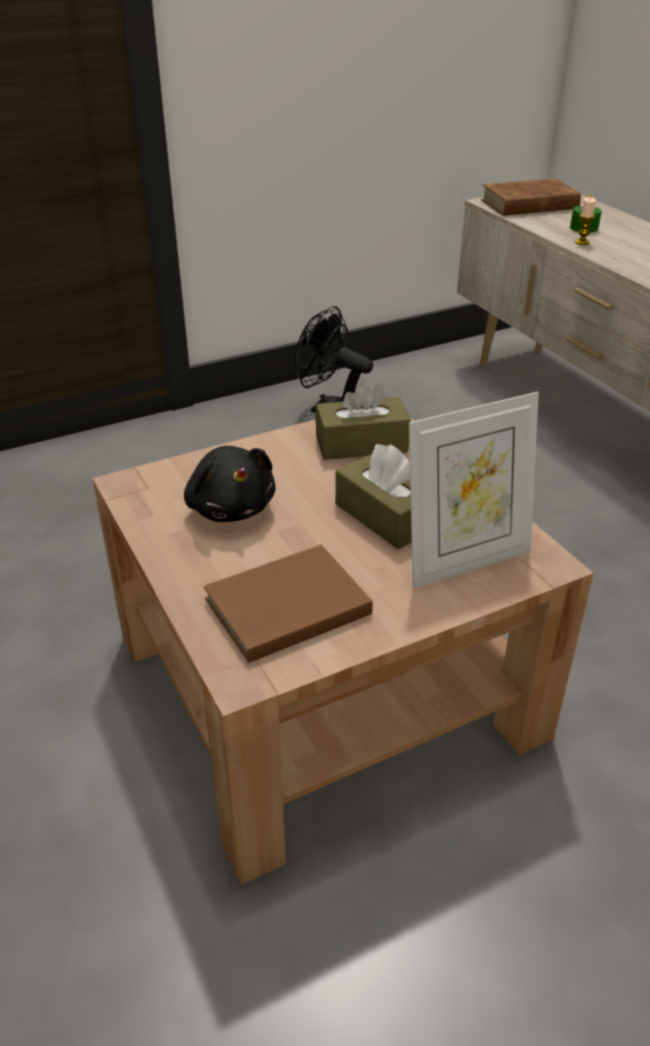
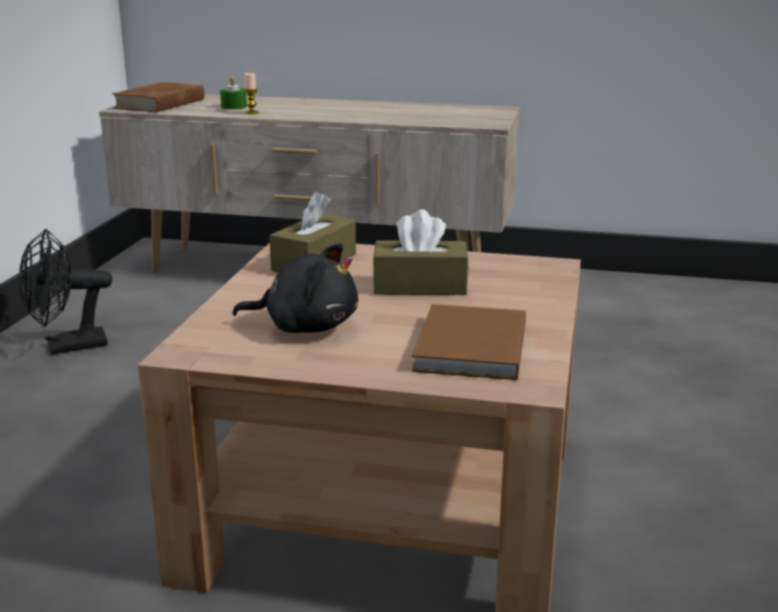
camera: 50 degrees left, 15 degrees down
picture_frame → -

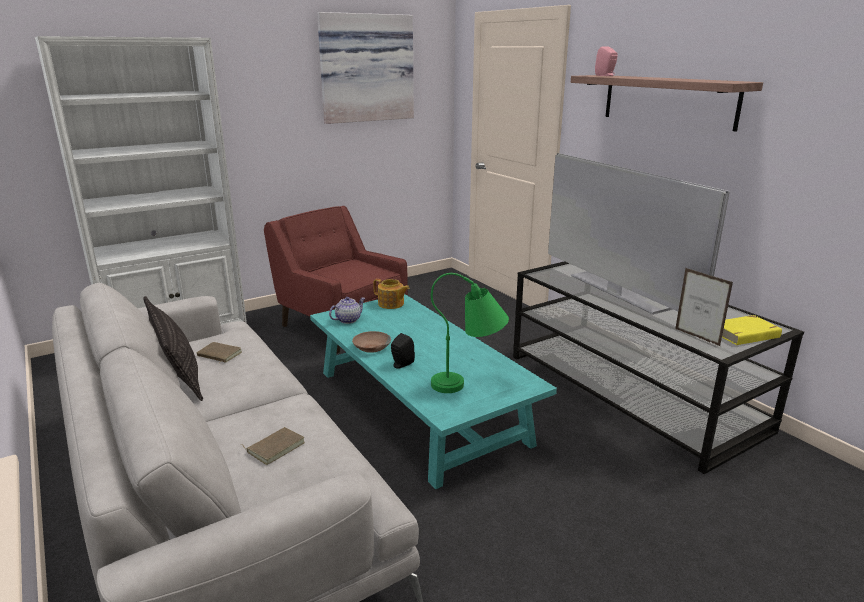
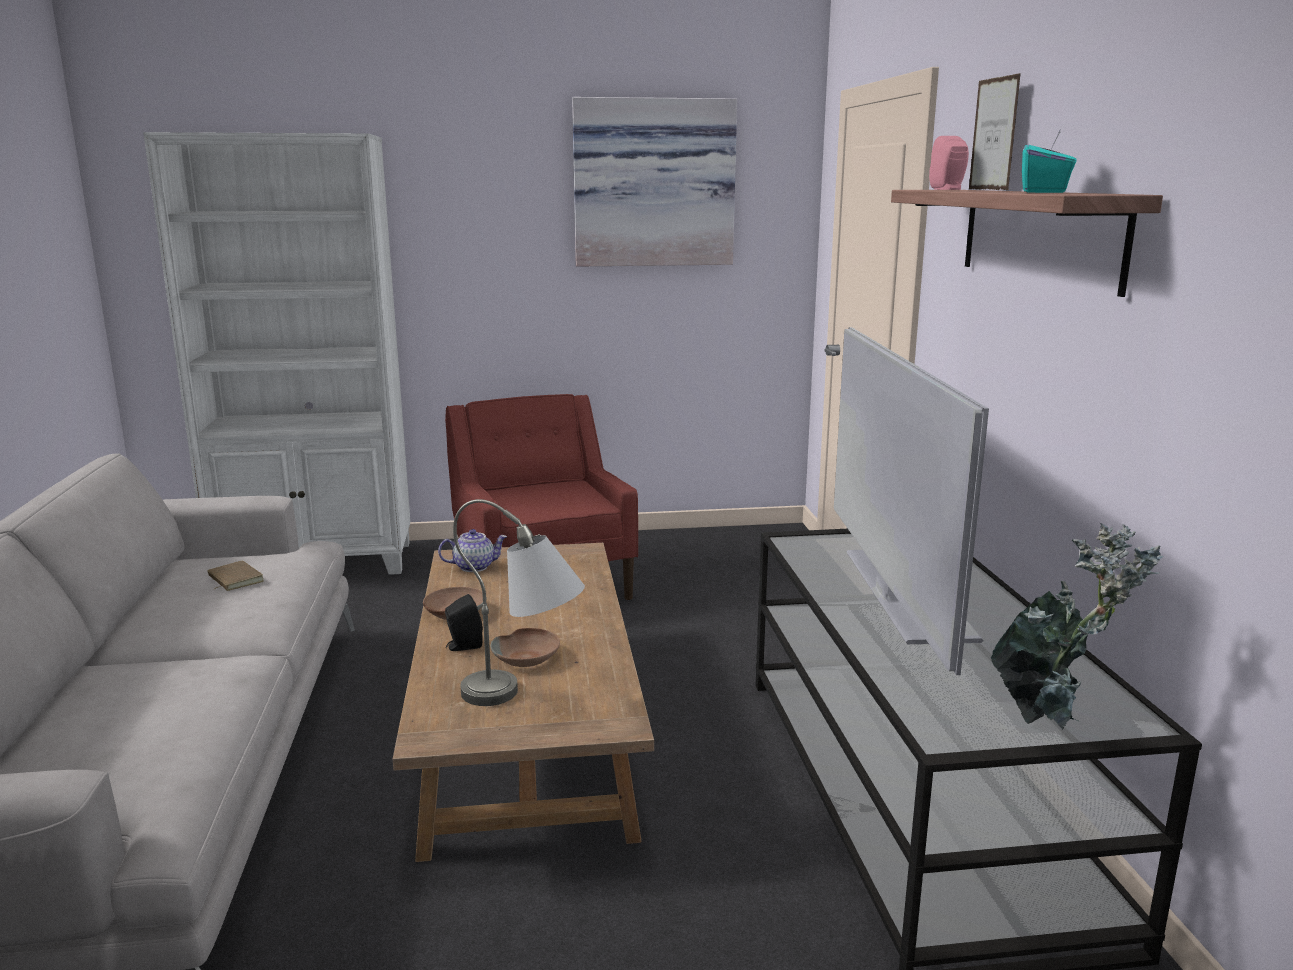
camera: 25 degrees right, 5 degrees down
pillow → -
brownish_book (no. 2 from left) → -
blue-green_coffee_table → brownish_coffee_table
pot_for_tea (no. 2 from left) → -
greenish_tabletop_lamp → gray_tabletop_lamp
picture_frame, relocated
yellow-coloured_book → plant_in_a_pot
- → brownish_bowl (no. 2 from left)
- → blue-green_tissue_holder

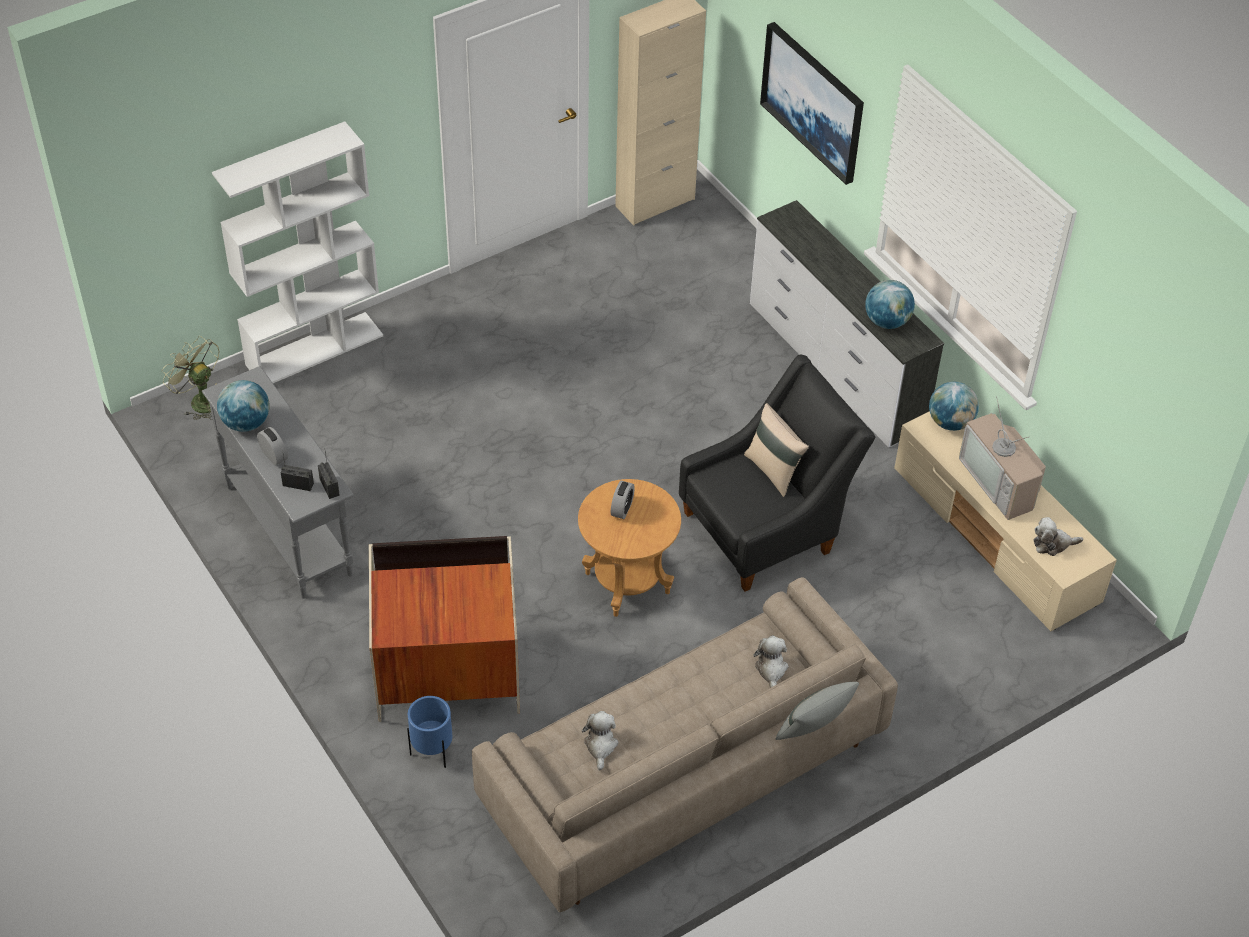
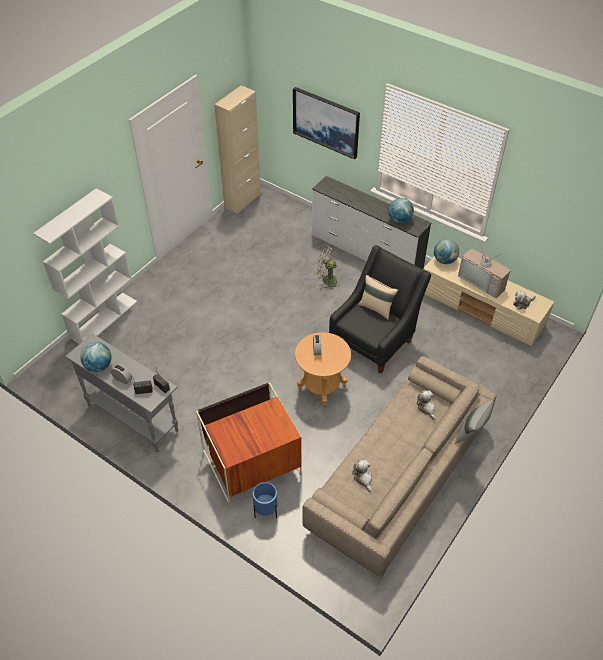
camera: 20 degrees left, 0 degrees up
greenish_electric_fan, relocated

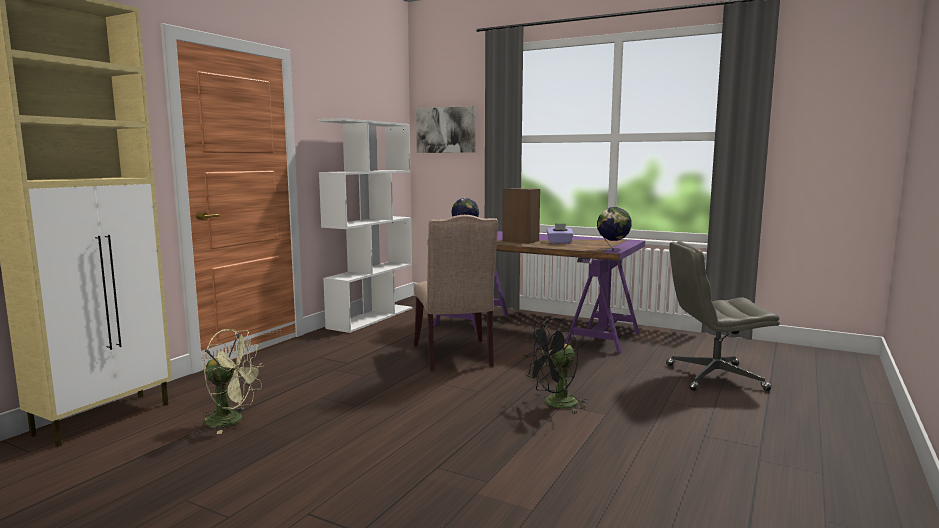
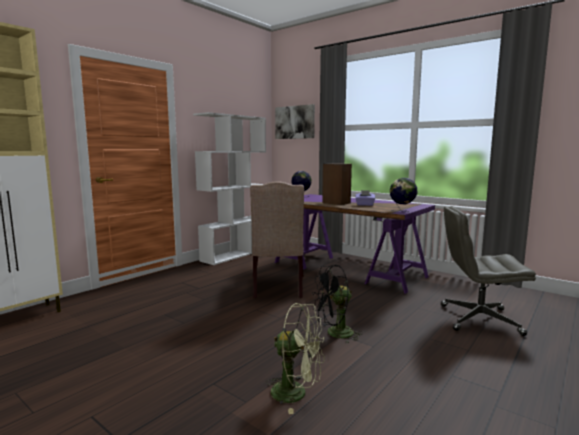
camera: 10 degrees right, 0 degrees up
greenish_electric_fan, relocated

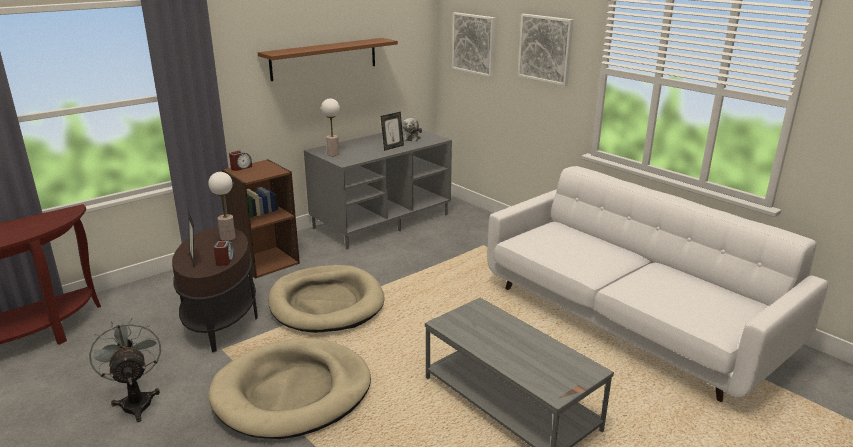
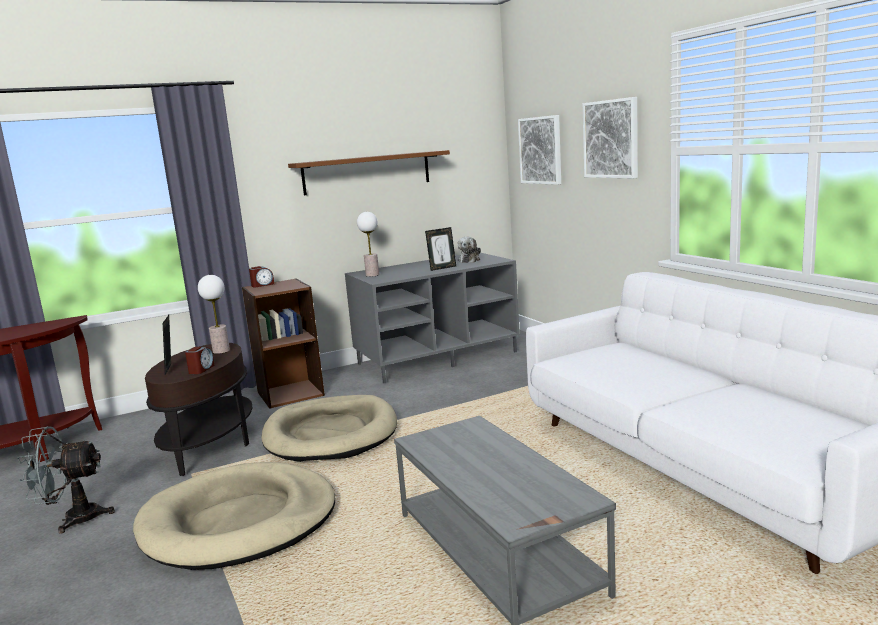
camera: 15 degrees right, 10 degrees down
gray_electric_fan, 90 degrees counterclockwise

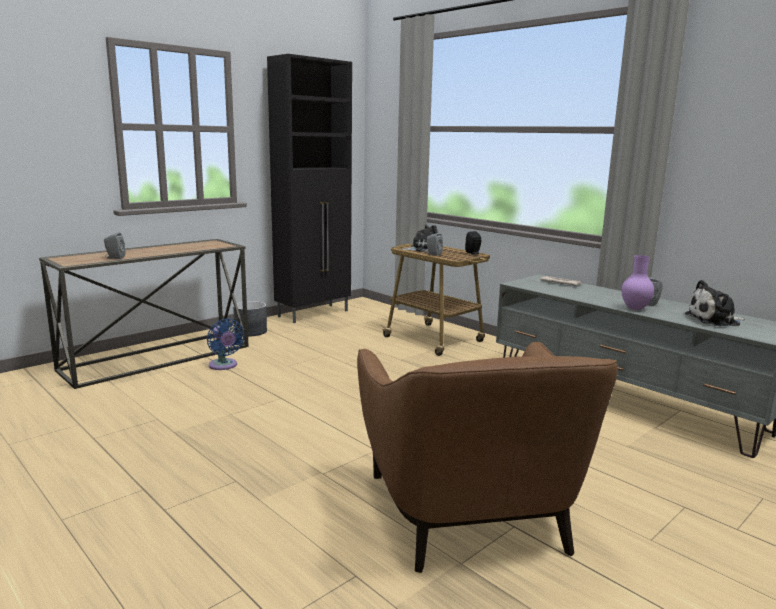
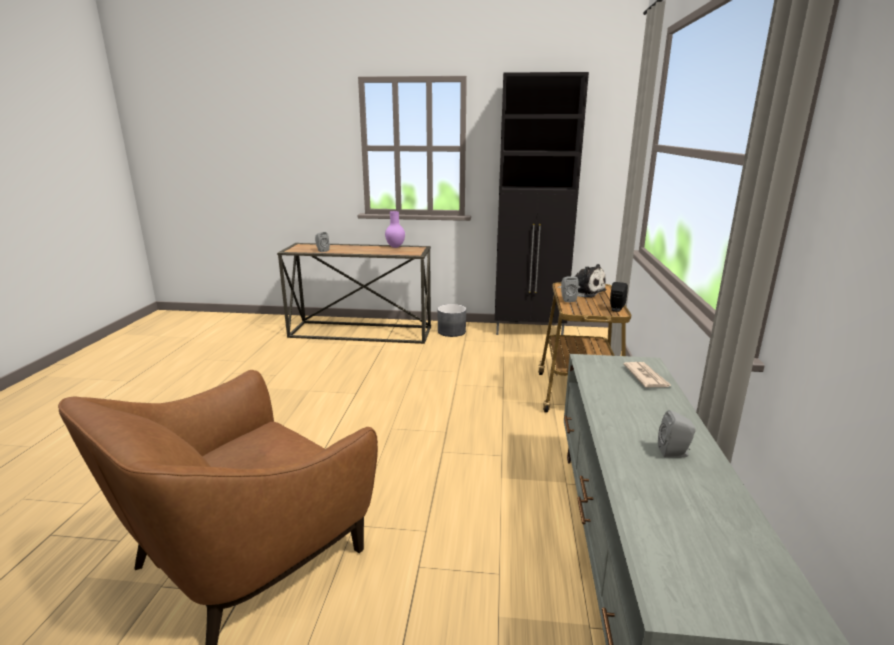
camera: 50 degrees right, 5 degrees up
bluish_electric_fan → -
purplish_flower_vase, relocated
plush_toy (no. 2 from left) → -

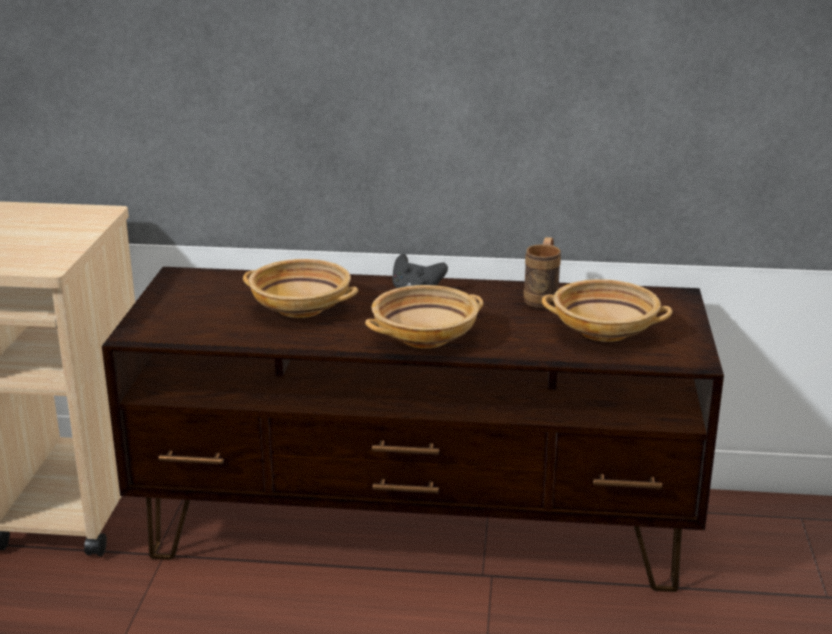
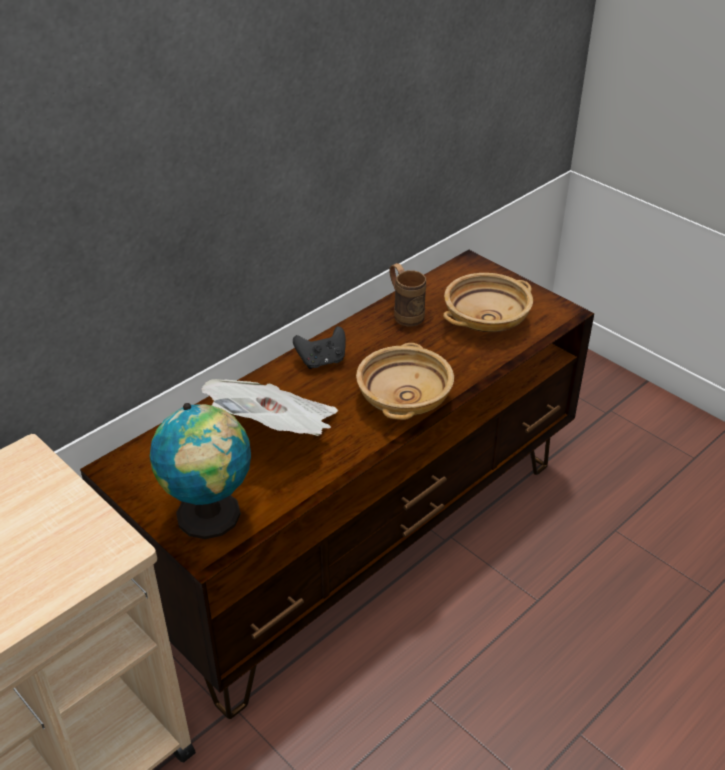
camera: 50 degrees left, 15 degrees up
beige-coloured_bowl (no. 1 from left) → newspaper
- → desk_globe

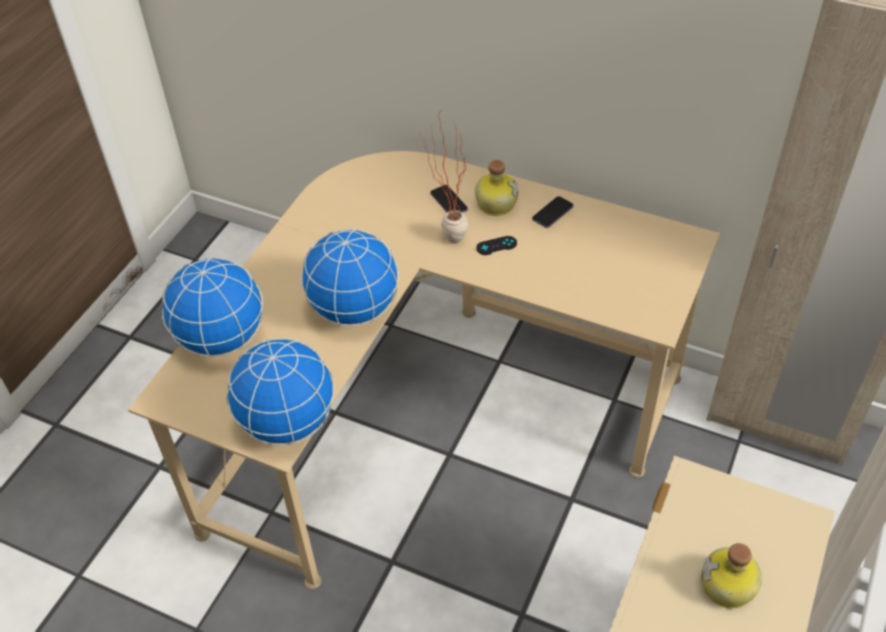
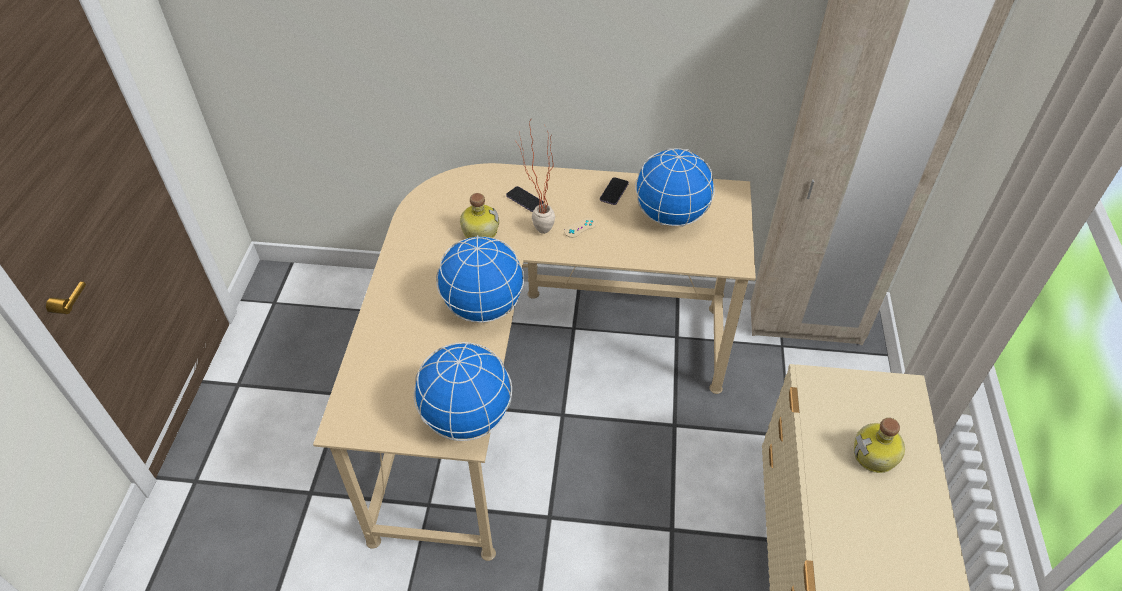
camera: 20 degrees left, 0 degrees up
desk_globe (no. 1 from left in the first image) → desk_globe (no. 3 from left), relocated
beverage_bottle (no. 1 from left), relocated
black_game_controller → beige-coloured_game_controller

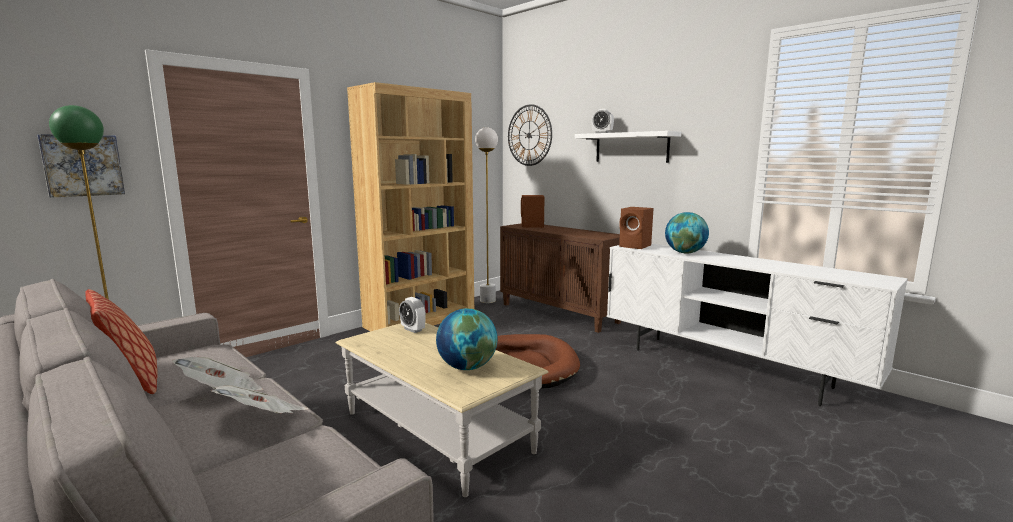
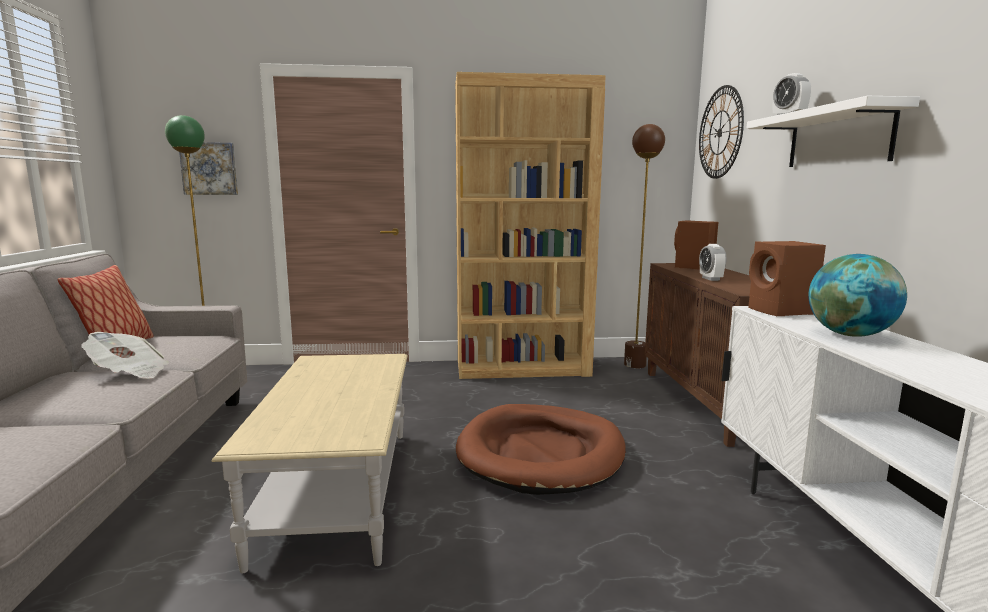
camera: 40 degrees right, 0 degrees up
newspaper (no. 2 from left) → -
alarm_clock (no. 1 from left), relocated
desk_globe (no. 1 from left) → -
white_floor_lamp → brownish_floor_lamp

